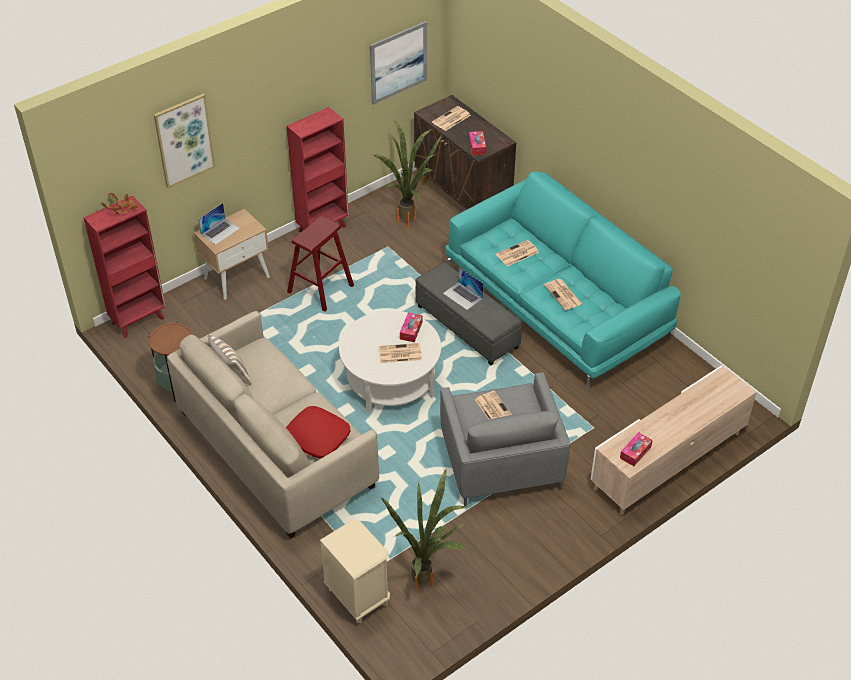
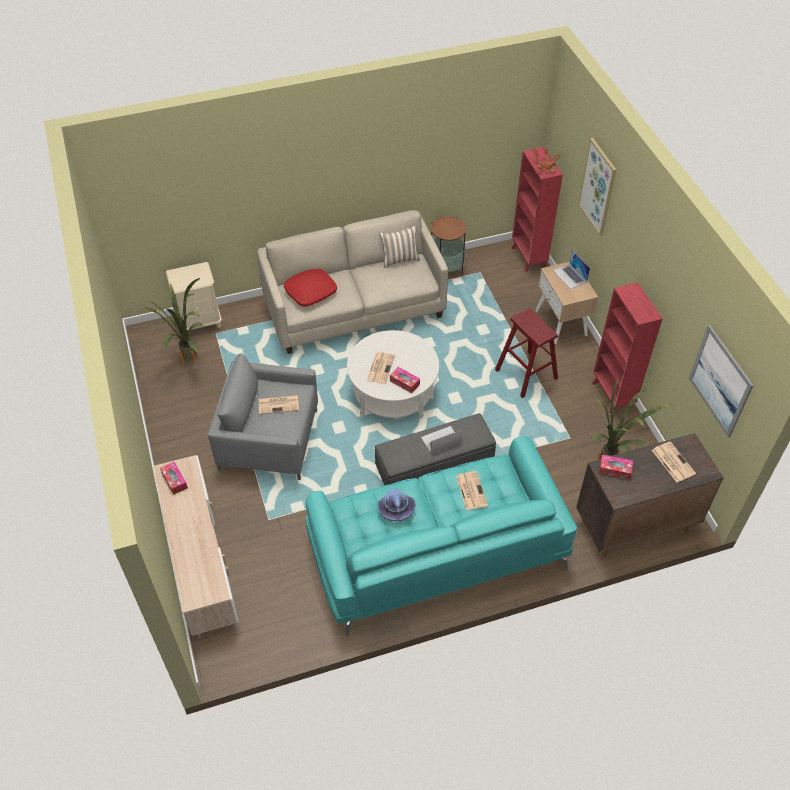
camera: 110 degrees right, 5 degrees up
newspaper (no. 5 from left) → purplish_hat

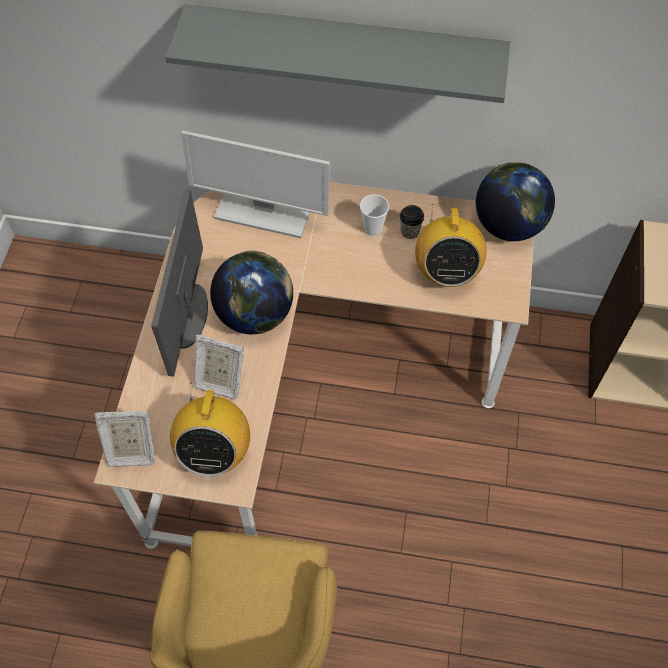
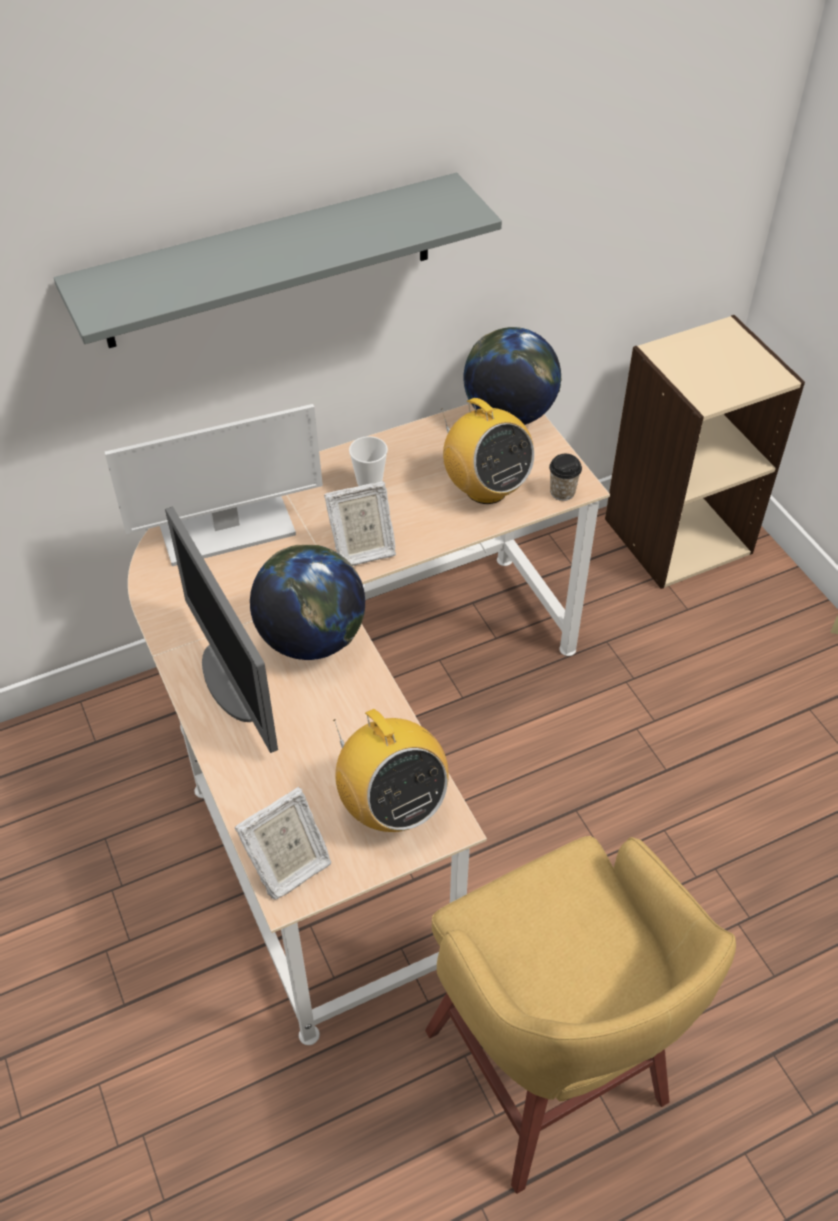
camera: 35 degrees left, 10 degrees down
picture_frame (no. 2 from left), relocated
drinking_cup (no. 2 from left), relocated

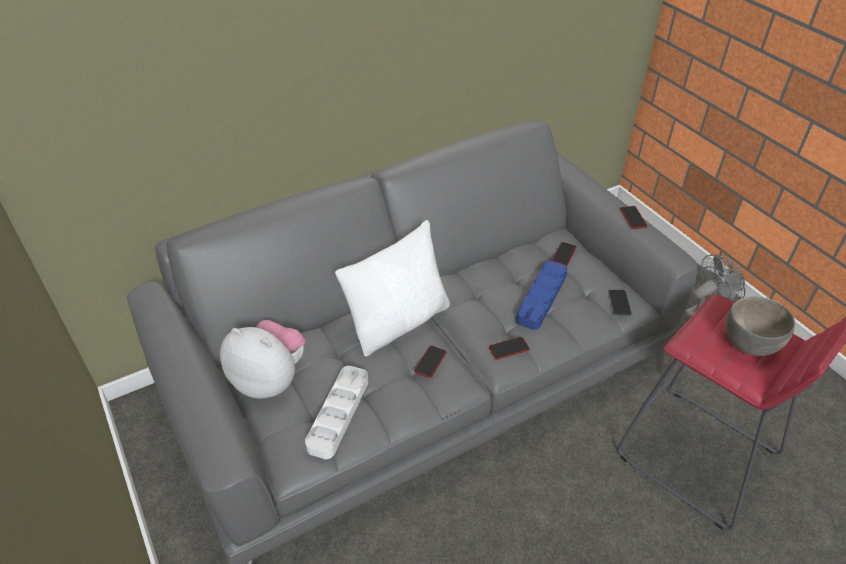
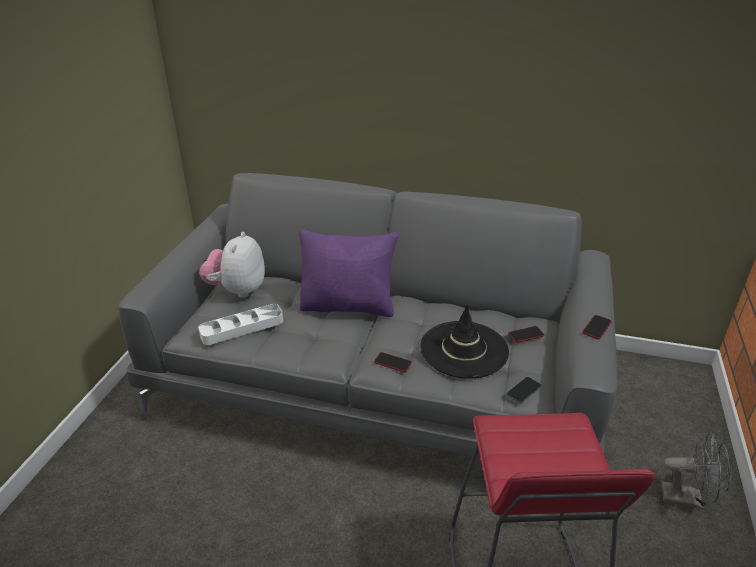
camera: 45 degrees right, 10 degrees down
plush_toy, 150 degrees counterclockwise
white_pillow → purplish_pillow
telephone (no. 1 from left) → -
bluish_serving_tray → black_hat
gray_bowl → -

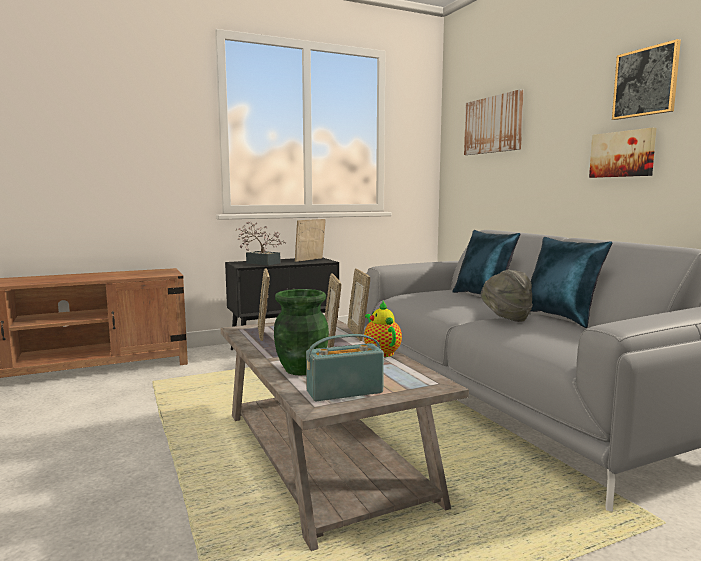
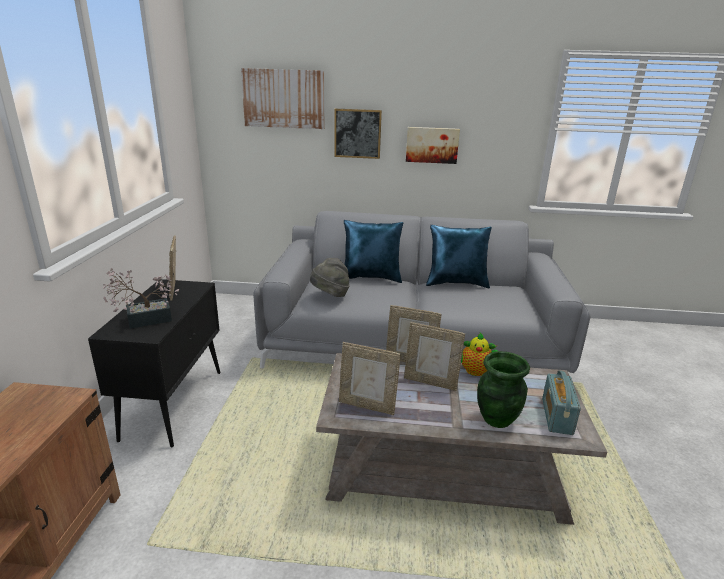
camera: 60 degrees left, 15 degrees up
gray_hat, relocated
picture (no. 3 from left in the first image) → picture (no. 2 from left), relocated

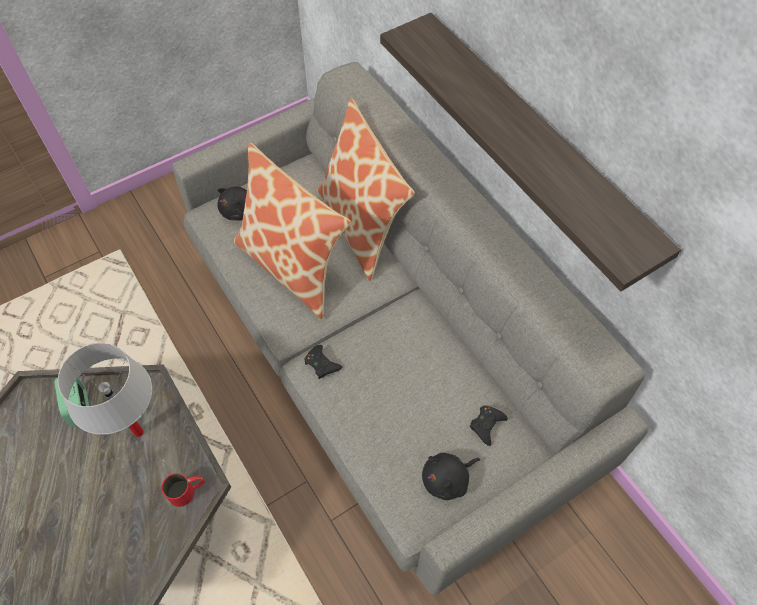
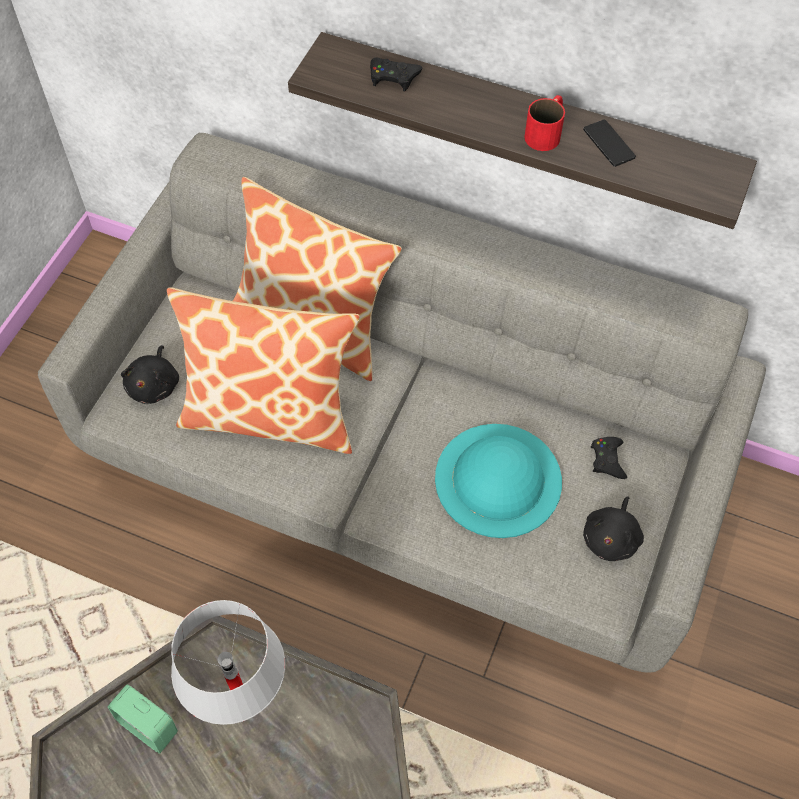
camera: 35 degrees left, 0 degrees up
red-coloured_mug, relocated
black_game_controller (no. 1 from left), relocated
- → blue-green_hat
- → telephone

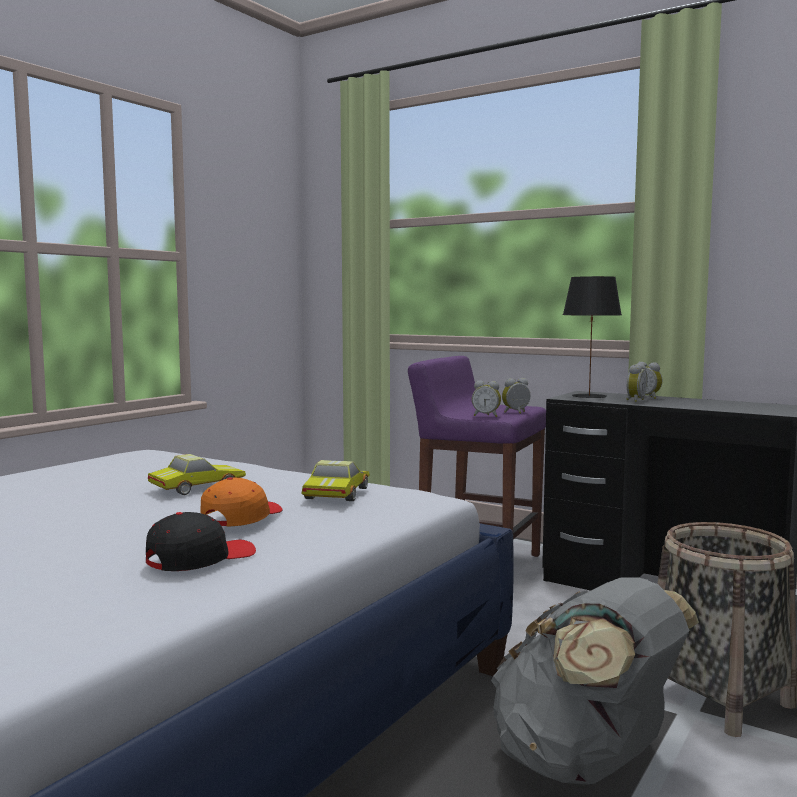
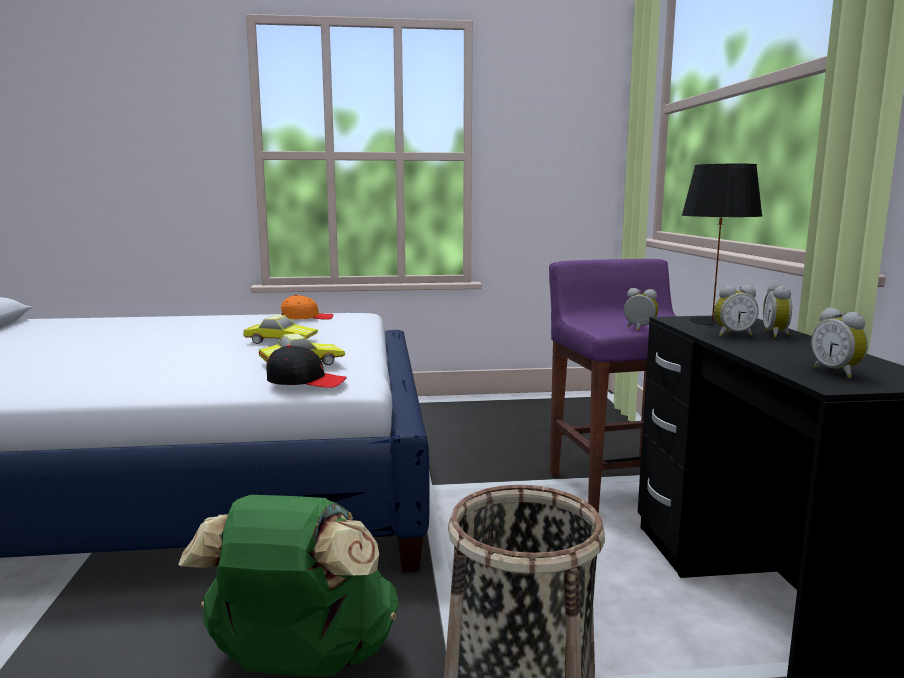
camera: 50 degrees right, 5 degrees up
black_baseball_cap, relocated
orange_baseball_cap, relocated
alarm_clock (no. 1 from left in the first image) → alarm_clock (no. 4 from left), relocated
gray_rucksack → greenish_rucksack

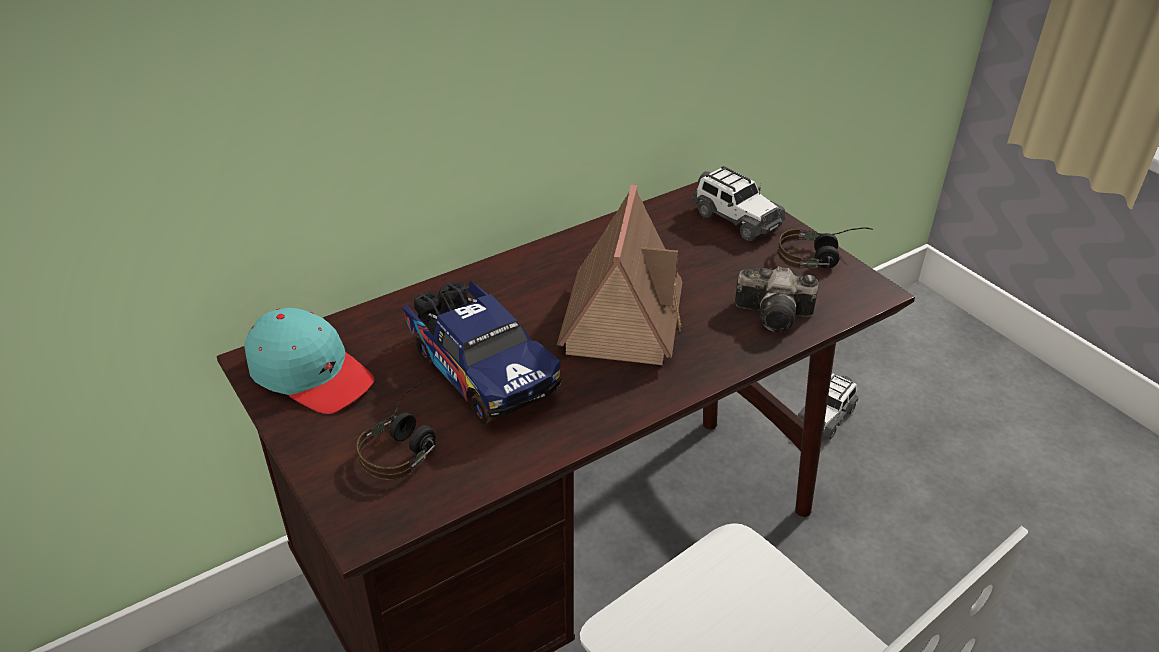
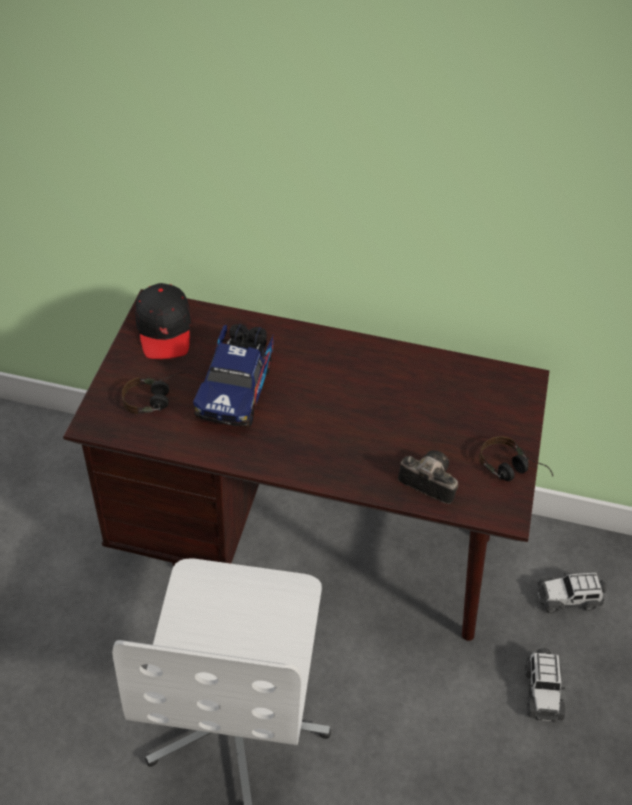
camera: 45 degrees right, 10 degrees up
blue-green_baseball_cap → black_baseball_cap
model_house → -
model_car (no. 1 from left), relocated
still_camera, 150 degrees clockwise

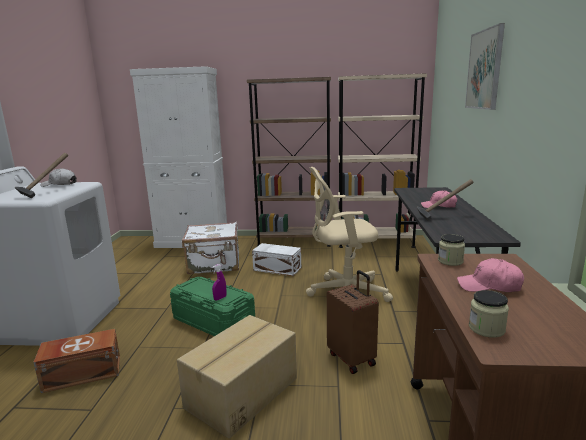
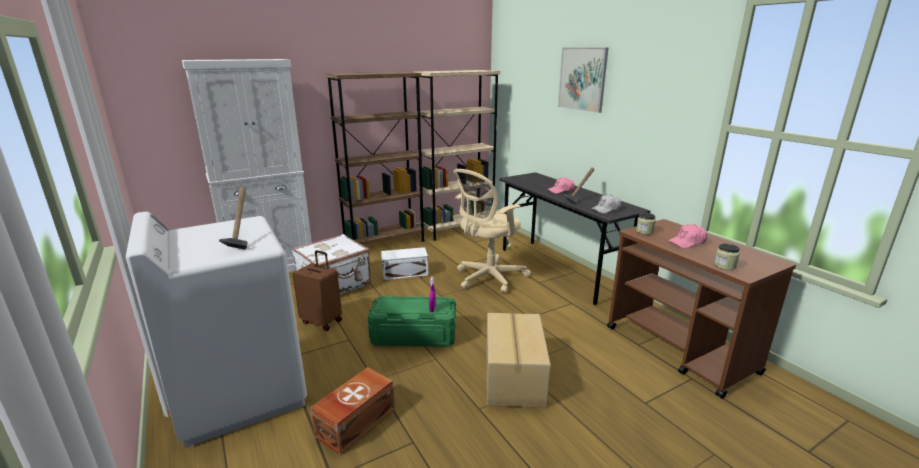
camera: 35 degrees left, 5 degrees up
white_baseball_cap, relocated
brownish_travel_case, relocated

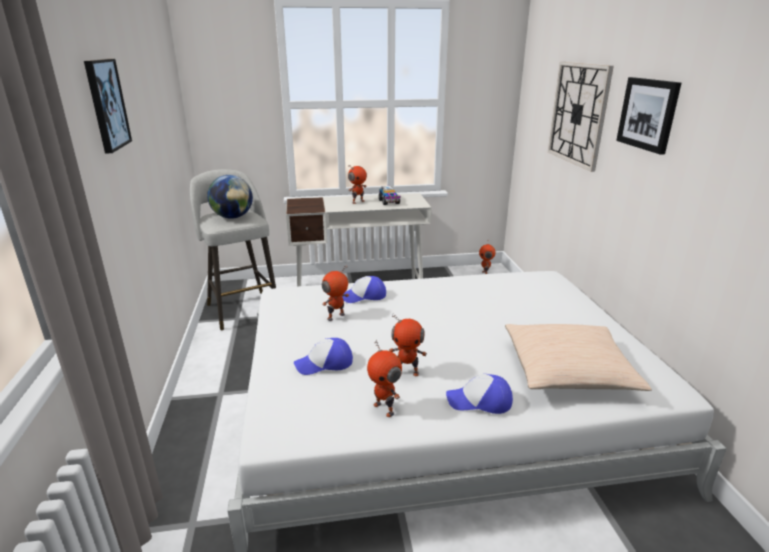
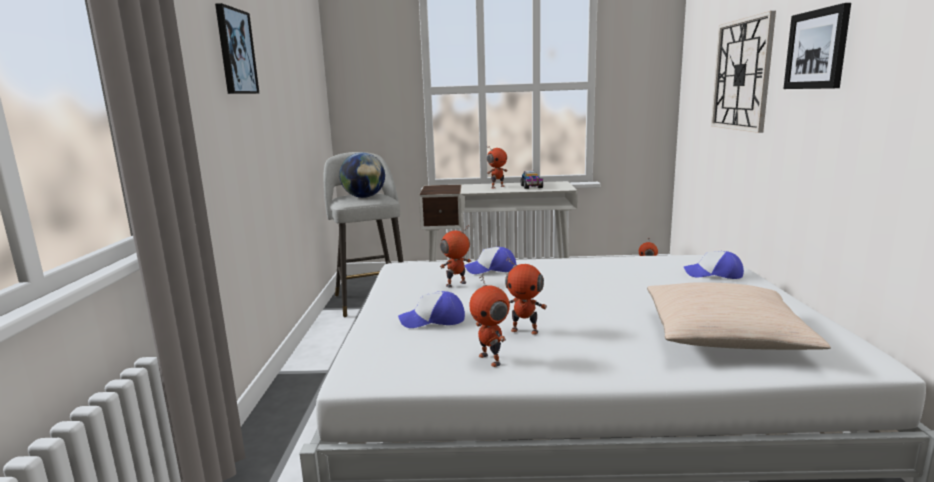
camera: 10 degrees right, 10 degrees down
baseball_cap (no. 3 from left), relocated

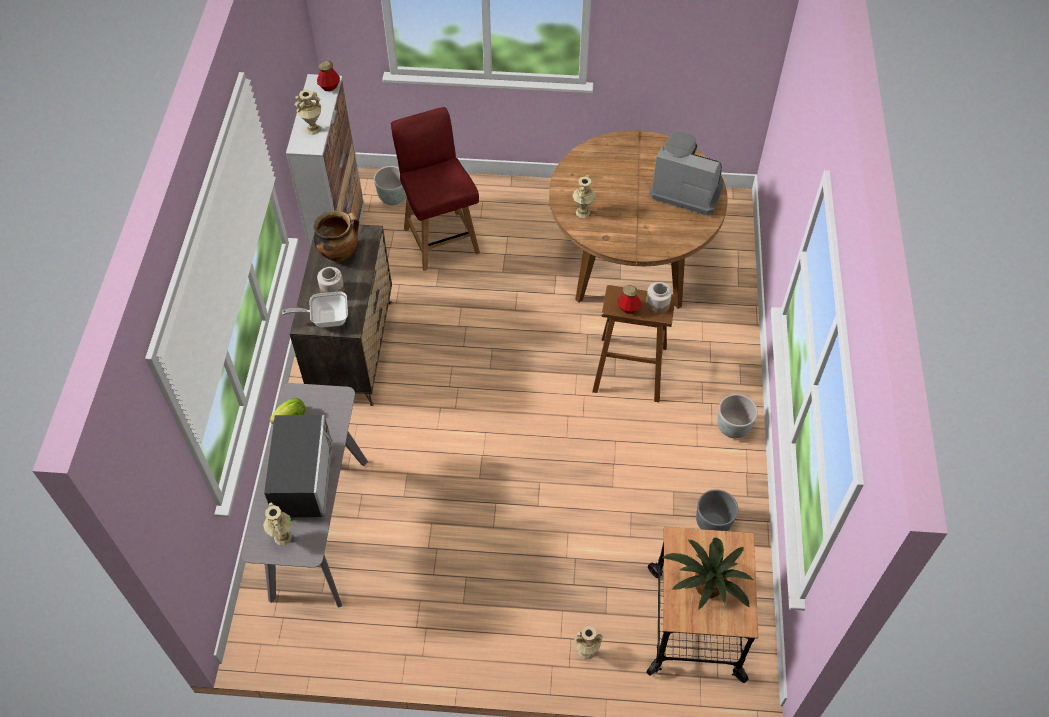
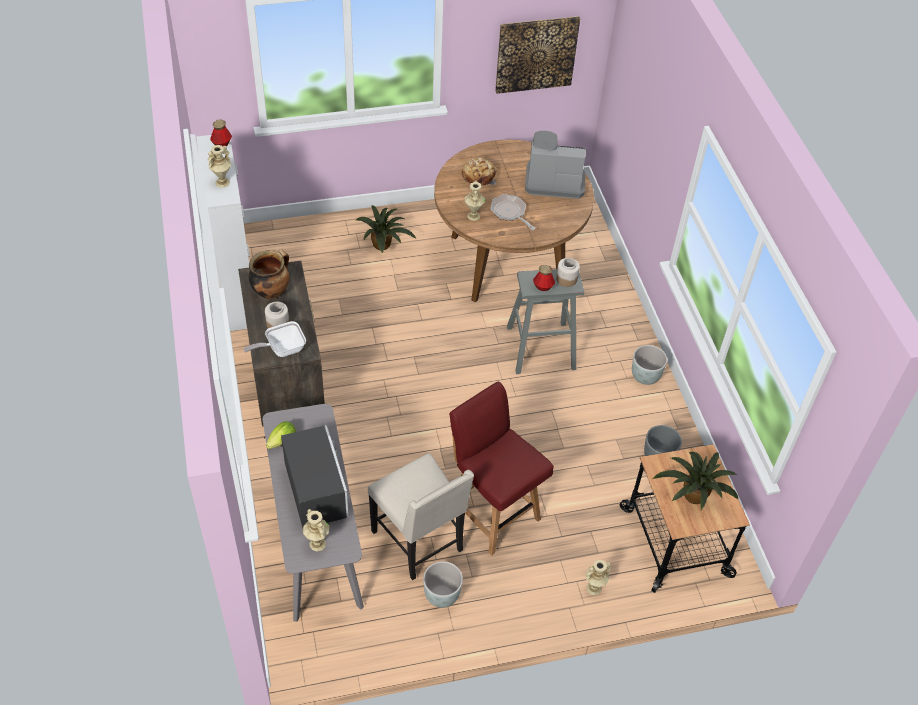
camera: 20 degrees left, 5 degrees down
gray_planter (no. 1 from left), relocated
red-coloured_plain_chair, relocated
brownish_stool → gray_stool
- → plant_in_a_pot (no. 1 from left)
- → beige-coloured_plain_chair
- → bakery_bread
- → frying_pan (no. 2 from left)
- → picture

